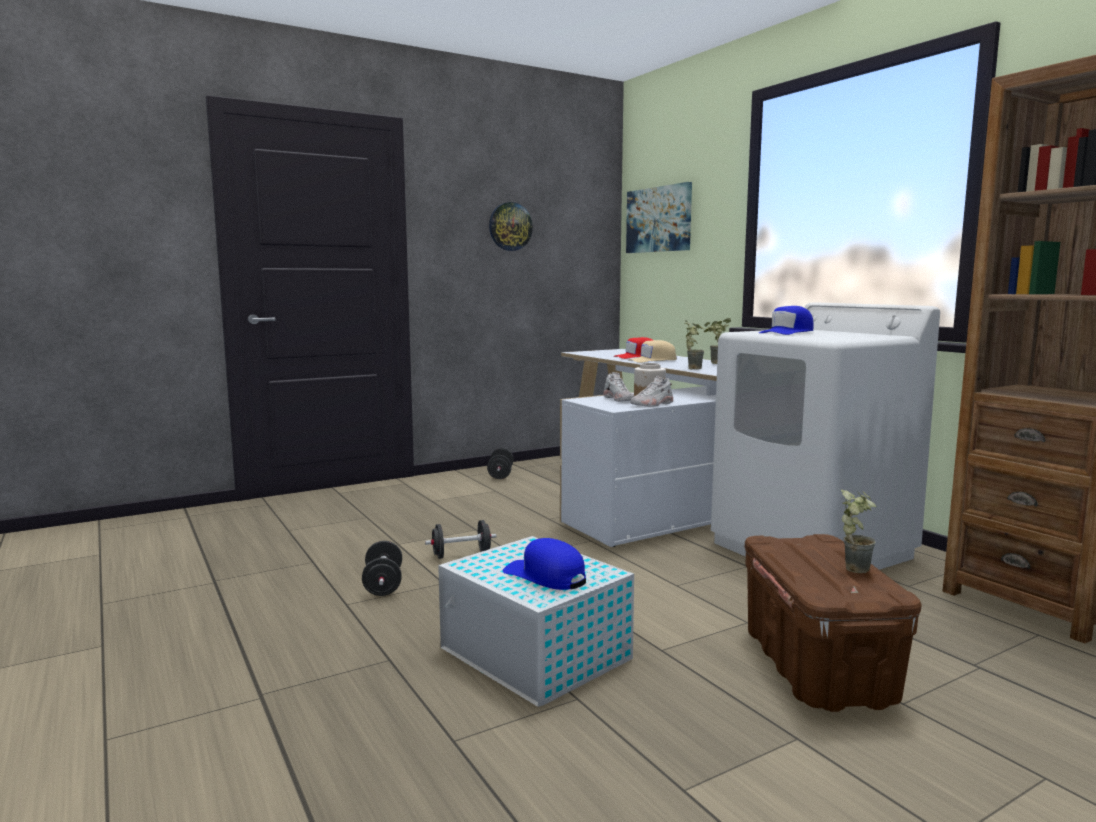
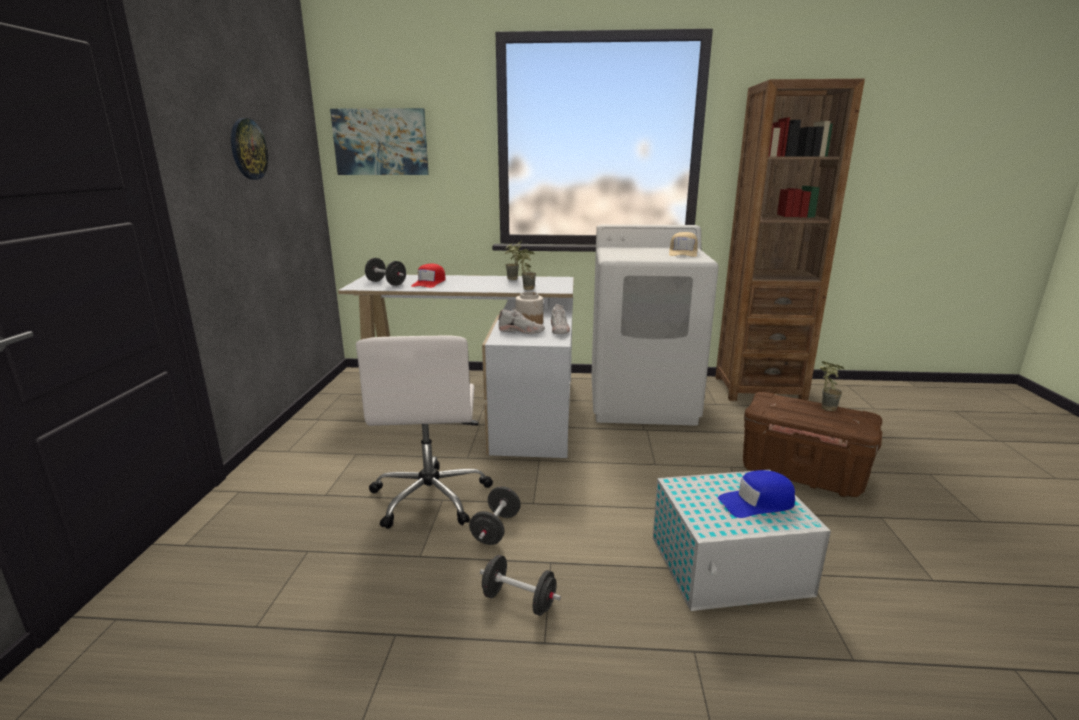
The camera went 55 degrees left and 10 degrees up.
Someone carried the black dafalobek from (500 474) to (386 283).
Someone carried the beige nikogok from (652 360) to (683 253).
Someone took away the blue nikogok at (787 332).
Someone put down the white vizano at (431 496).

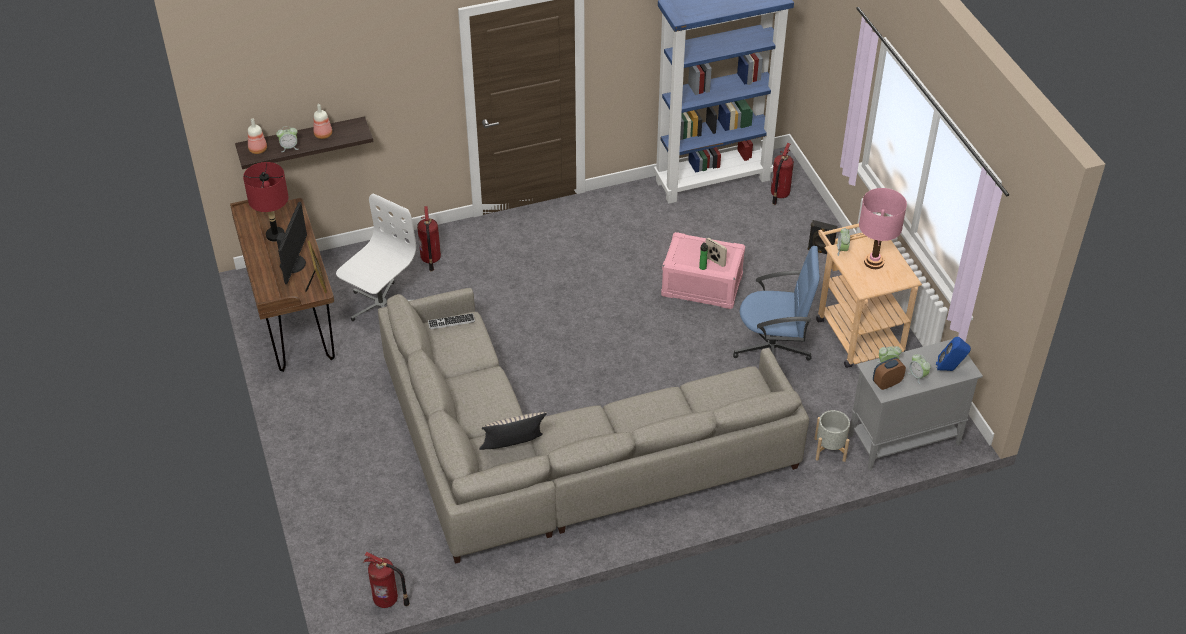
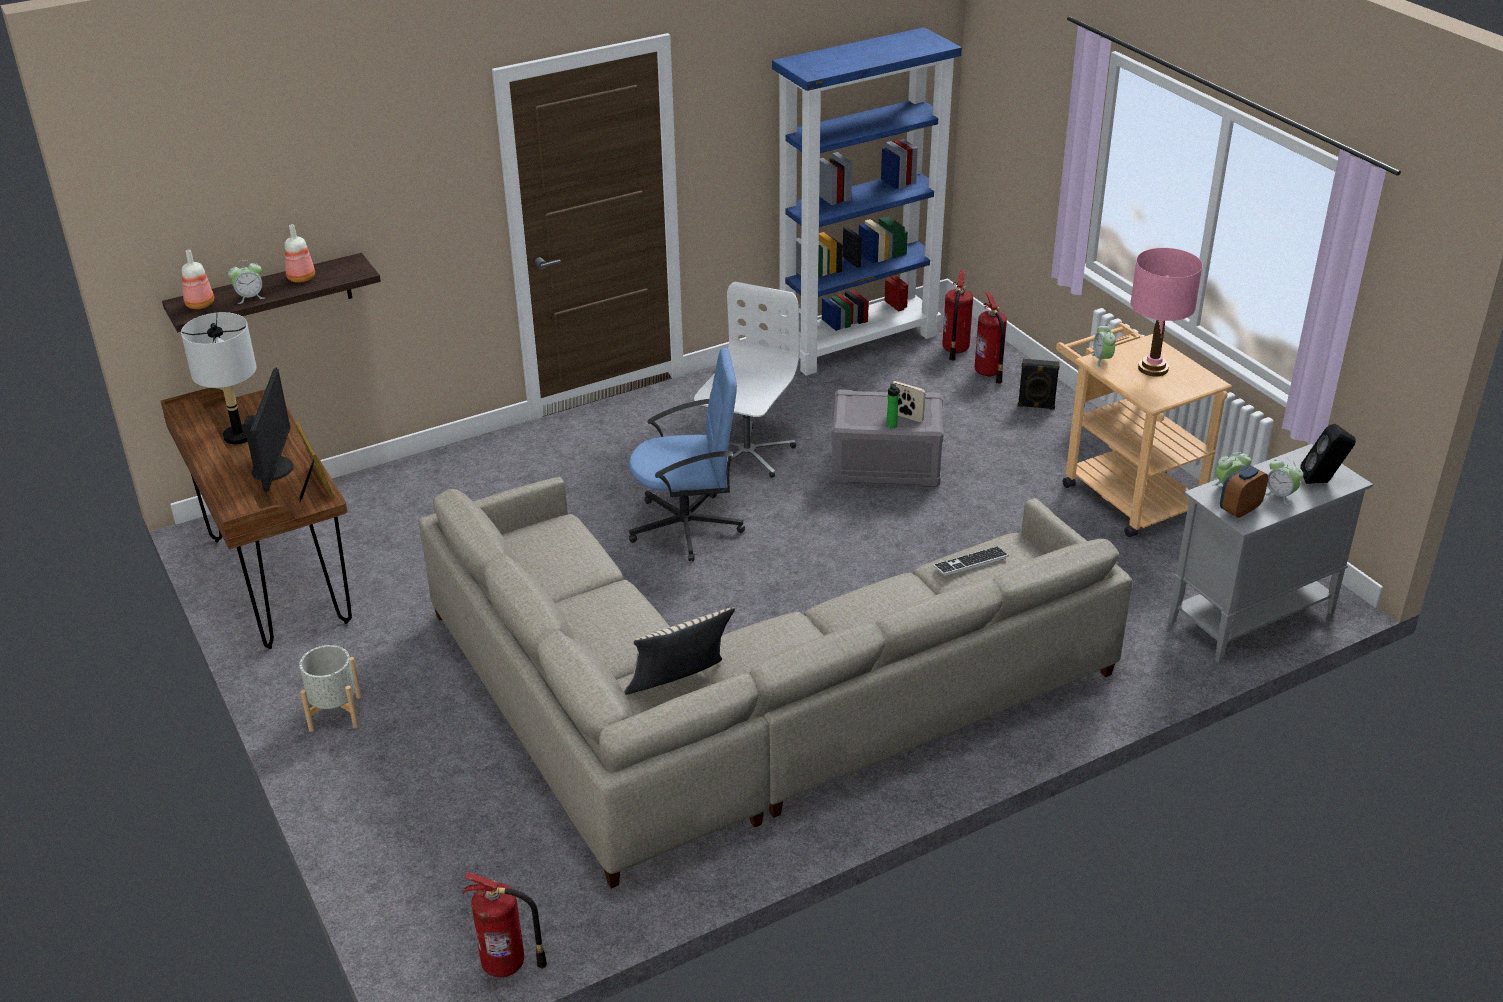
The camera went 10 degrees left and 10 degrees down.
Someone repainted the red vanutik at (275 235), which became the grey vanutik at (238 436).
Someone carried the white vizano from (380 305) to (746 454).
Someone carried the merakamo from (430 259) to (988 373).
Someone carried the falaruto from (451 322) to (970 562).
Someone repainted the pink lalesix at (701 286), which became the grey lalesix at (885 465).
Someone carried the blue vizano from (773 350) to (687 526).
Someone carried the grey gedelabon from (830 449) to (336 713).
Someone repainted the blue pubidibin at (950 369), which became the black pubidibin at (1322 482).

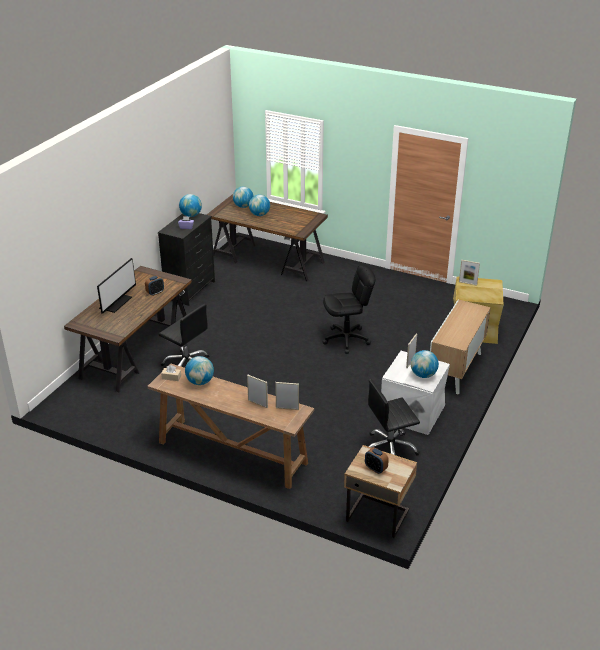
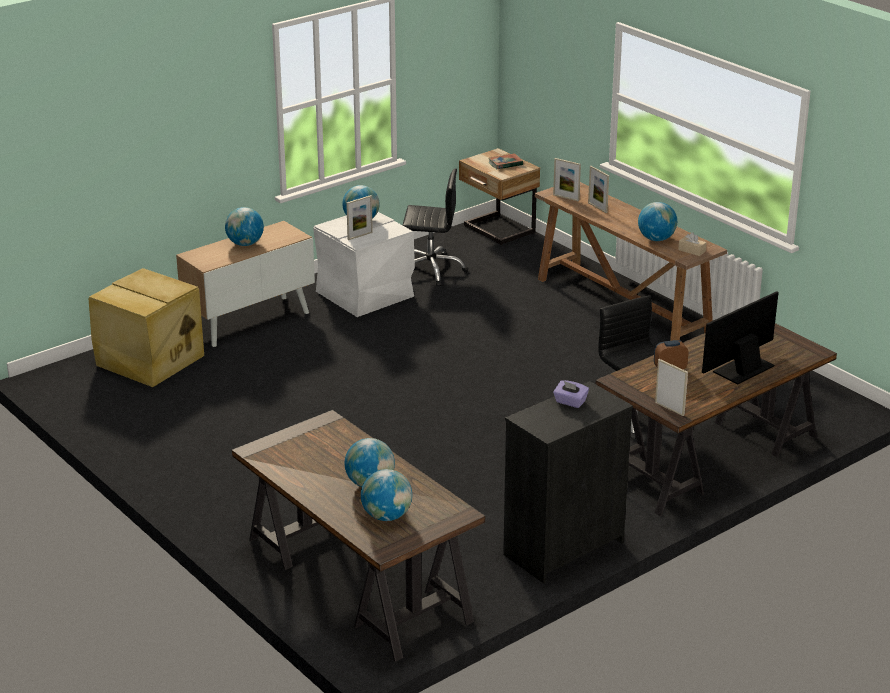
The camera went 155 degrees left and 5 degrees down.
Someone carried the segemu from (191 215) to (245 244).
Someone took away the black vizano at (346 340).
Someone swapped the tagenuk at (375 468) for the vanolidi at (505 164).
Someone carried the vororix from (467 283) to (669 409).

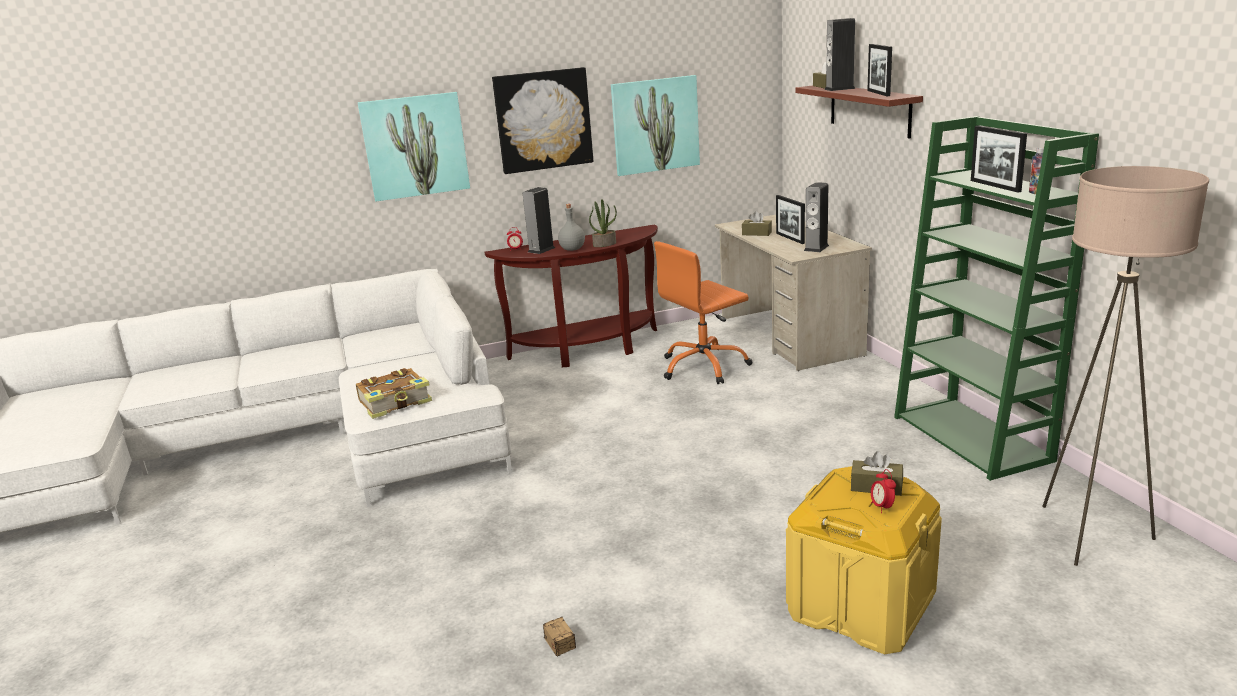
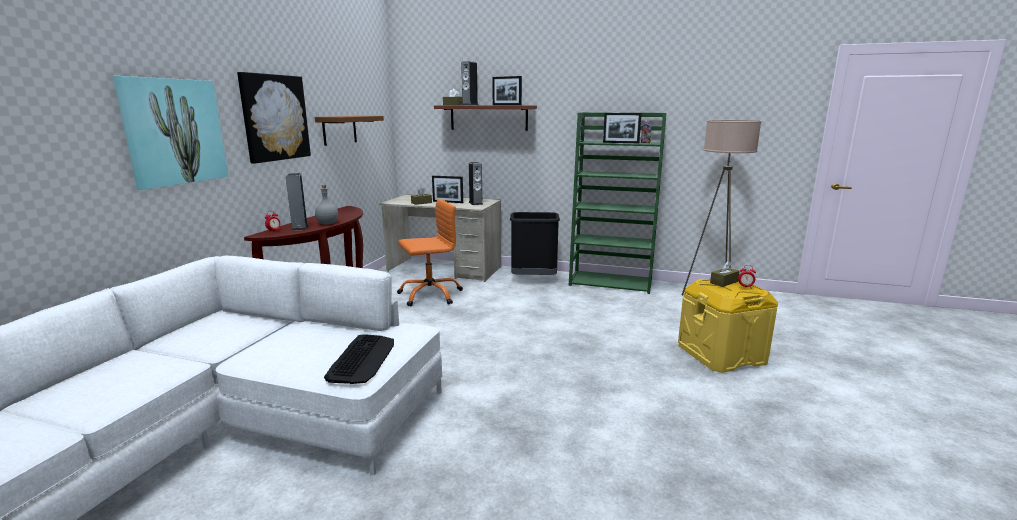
The camera went 55 degrees left and 5 degrees down.
Someone swapped the vanolidi at (396 402) for the falaruto at (362 359).
Someone took away the lalesix at (551 631).
Someone took away the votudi at (604 244).
Someone swapped the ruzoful at (655 125) for the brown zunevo at (339 130).
Someone rotated the orange vizano at (704 366) by 120 degrees counterclockwise.
Someone put down the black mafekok at (534 279).

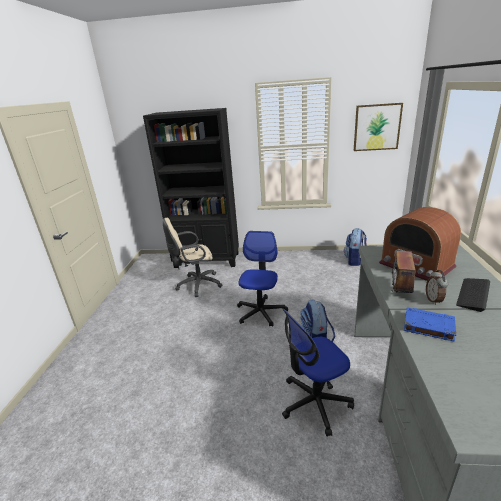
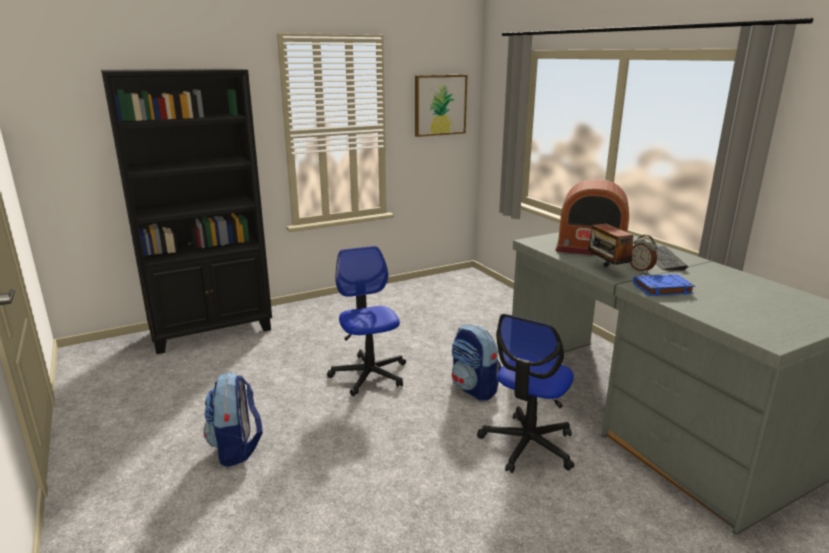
The camera went 35 degrees left and 5 degrees down.
Someone took away the beige vizano at (196 285).
Someone carried the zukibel from (355 261) to (236 448).

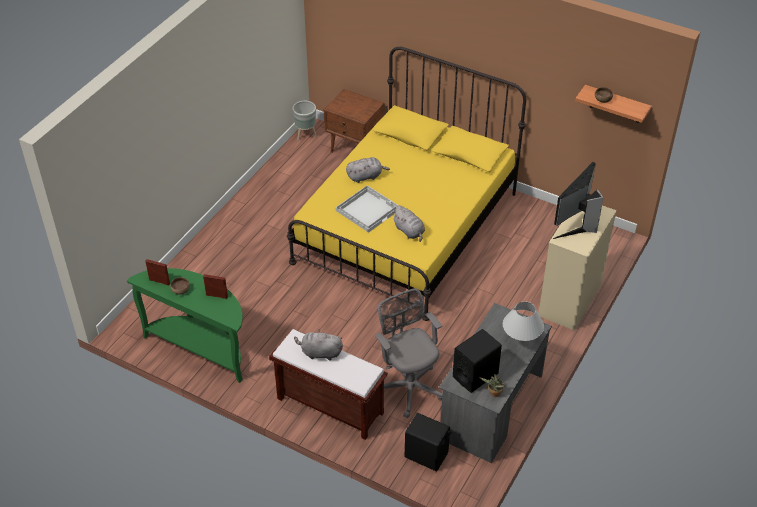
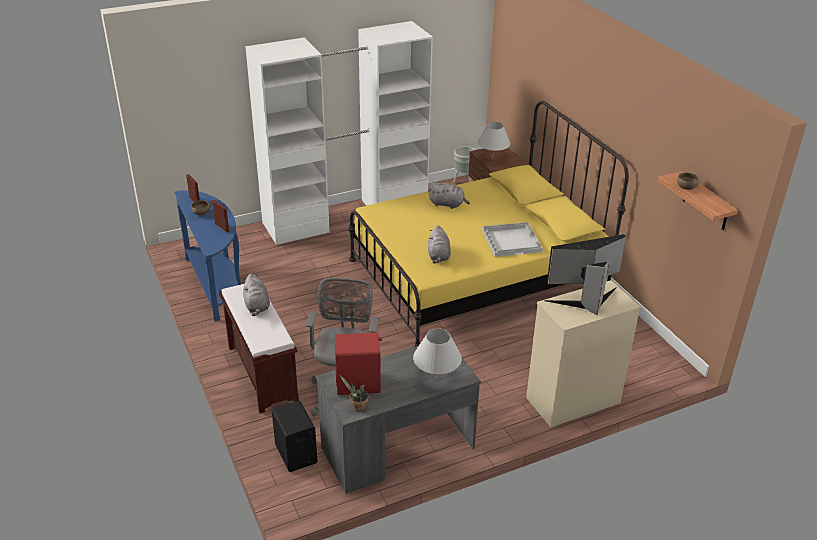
The camera went 35 degrees right and 10 degrees down.
Someone repainted the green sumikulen at (201 348), which became the blue sumikulen at (216 285).
Someone rotated the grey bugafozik at (320 353) by 150 degrees counterclockwise.
Someone carried the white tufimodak from (367 209) to (512 240).
Someone repainted the black pubidibin at (475 375), which became the red pubidibin at (358 384).
Someone put down the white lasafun at (346 215).
Someone put down the white vanutik at (492 158).

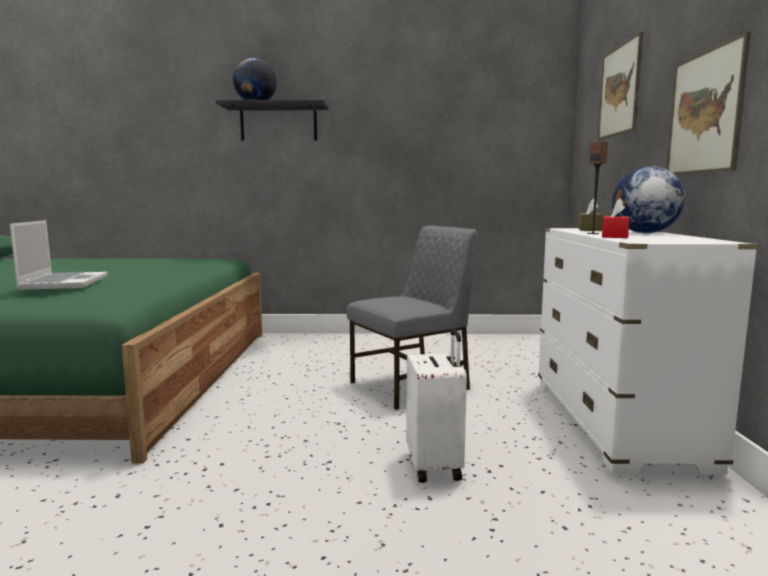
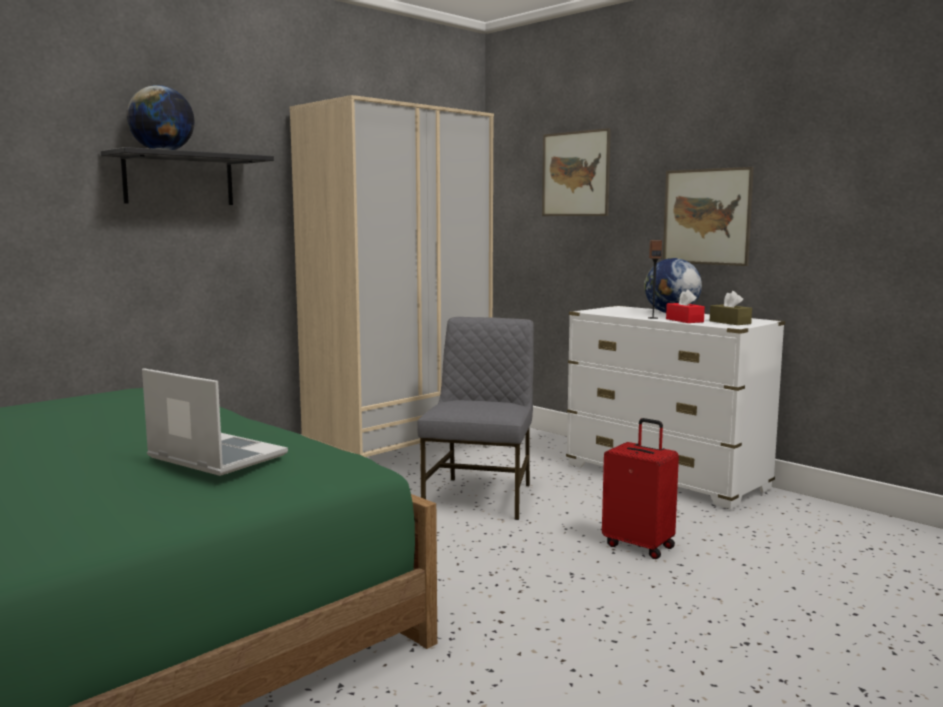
The camera went 45 degrees left and 0 degrees up.
Someone repainted the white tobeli at (435 466), which became the red tobeli at (639 545).
Someone carried the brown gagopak from (589 229) to (730 322).
Someone put down the beige lasafun at (400 453).

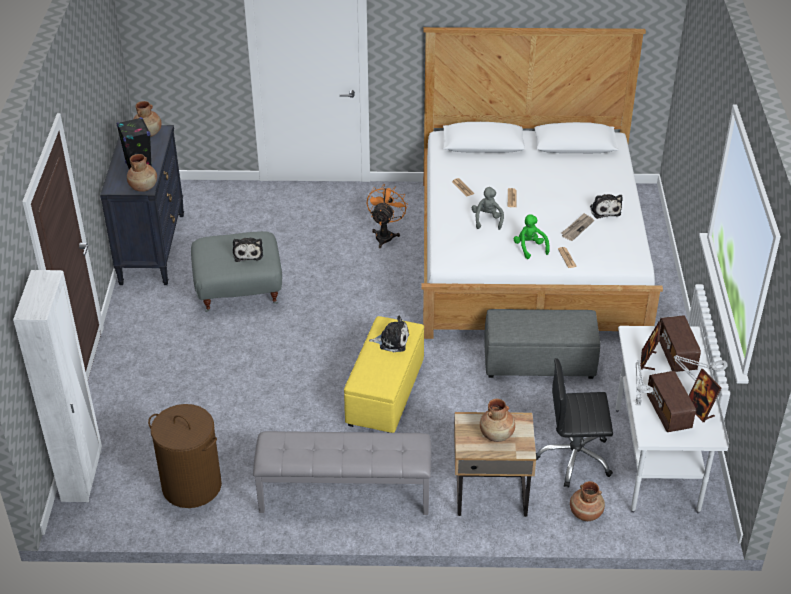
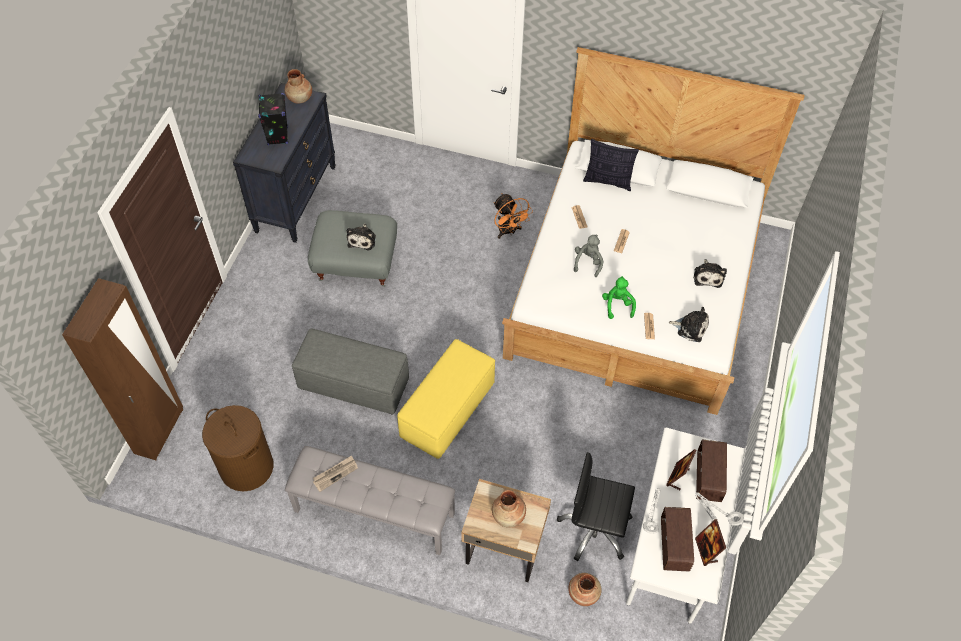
The camera went 15 degrees right and 15 degrees up.
Someone repainted the white lasafun at (82 476), which became the brown lasafun at (159 431).
Someone took away the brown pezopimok at (143 187).
Someone rotated the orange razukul at (385 235) by 120 degrees clockwise.
Someone carried the bugafozik from (392 341) to (690 327).
Someone carried the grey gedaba from (540 362) to (354 384).
Someone carried the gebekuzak from (577 228) to (335 473).
Someone put down the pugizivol at (608 181).

